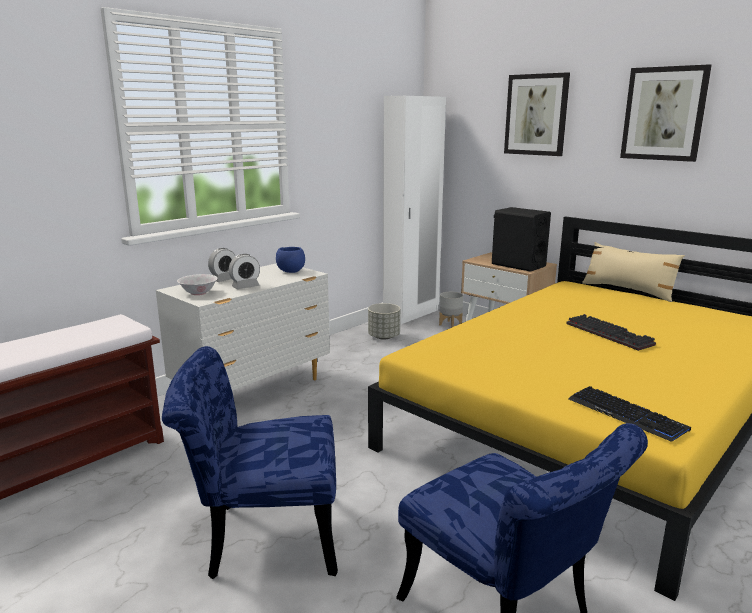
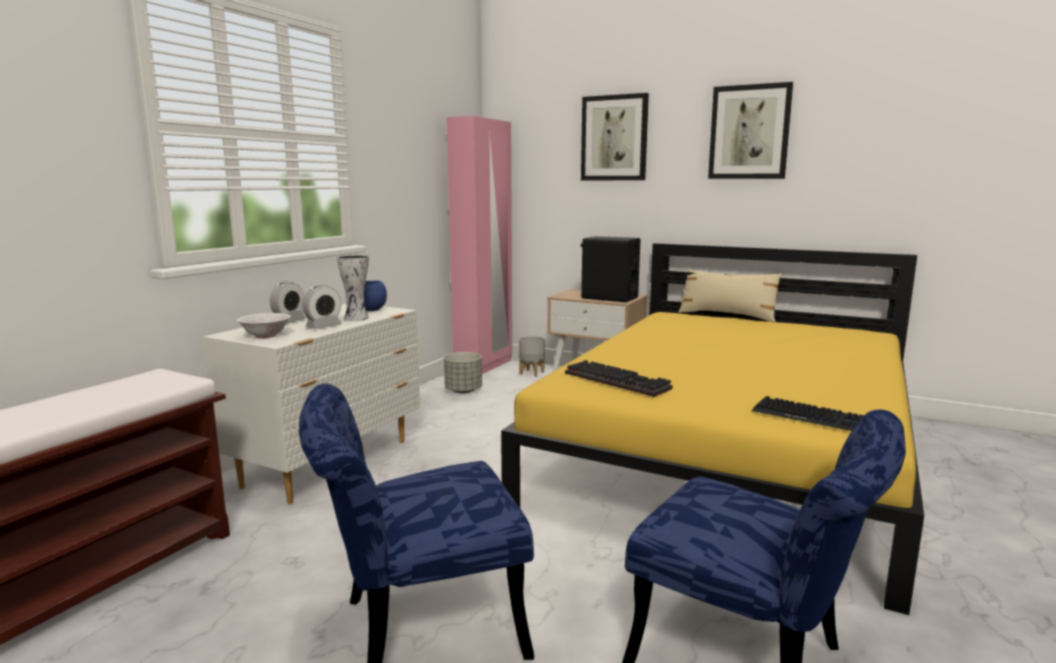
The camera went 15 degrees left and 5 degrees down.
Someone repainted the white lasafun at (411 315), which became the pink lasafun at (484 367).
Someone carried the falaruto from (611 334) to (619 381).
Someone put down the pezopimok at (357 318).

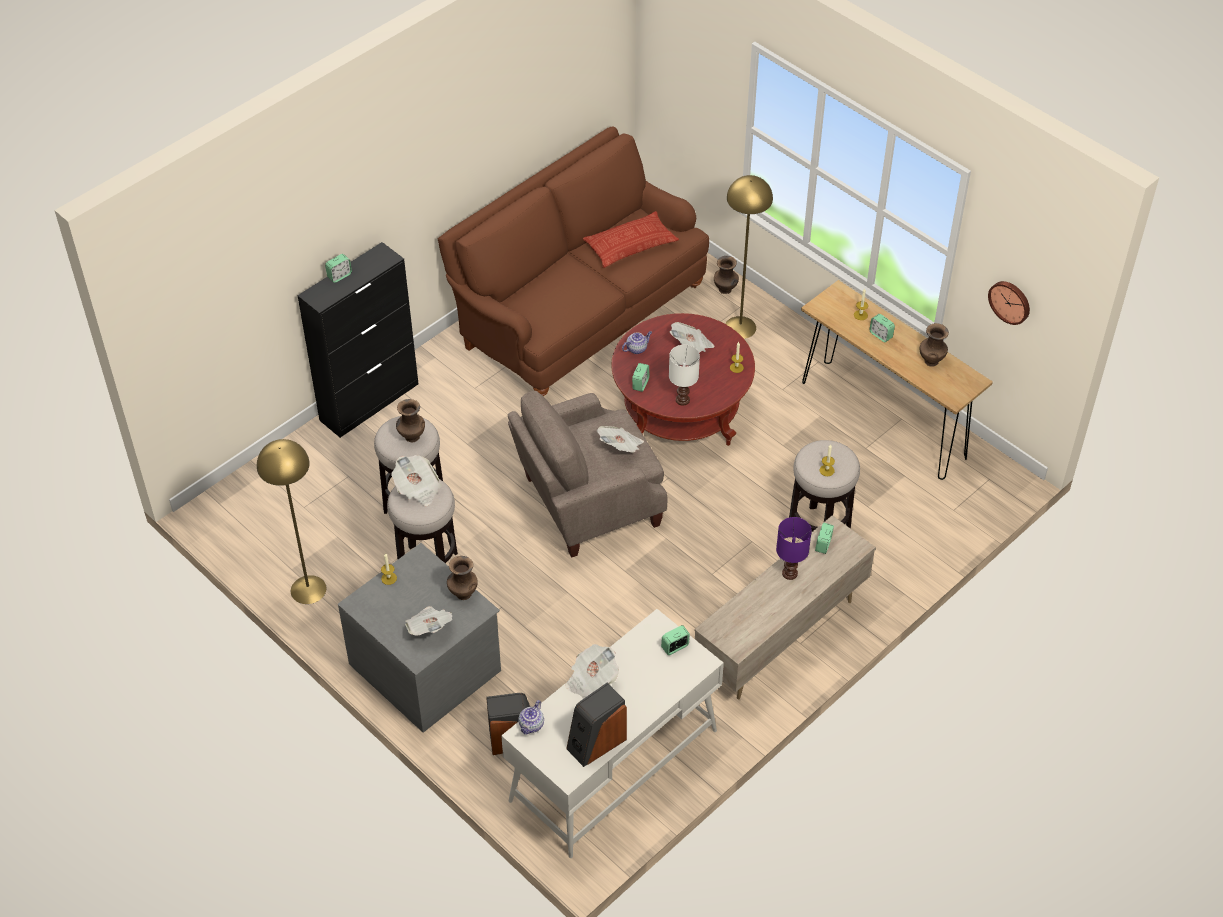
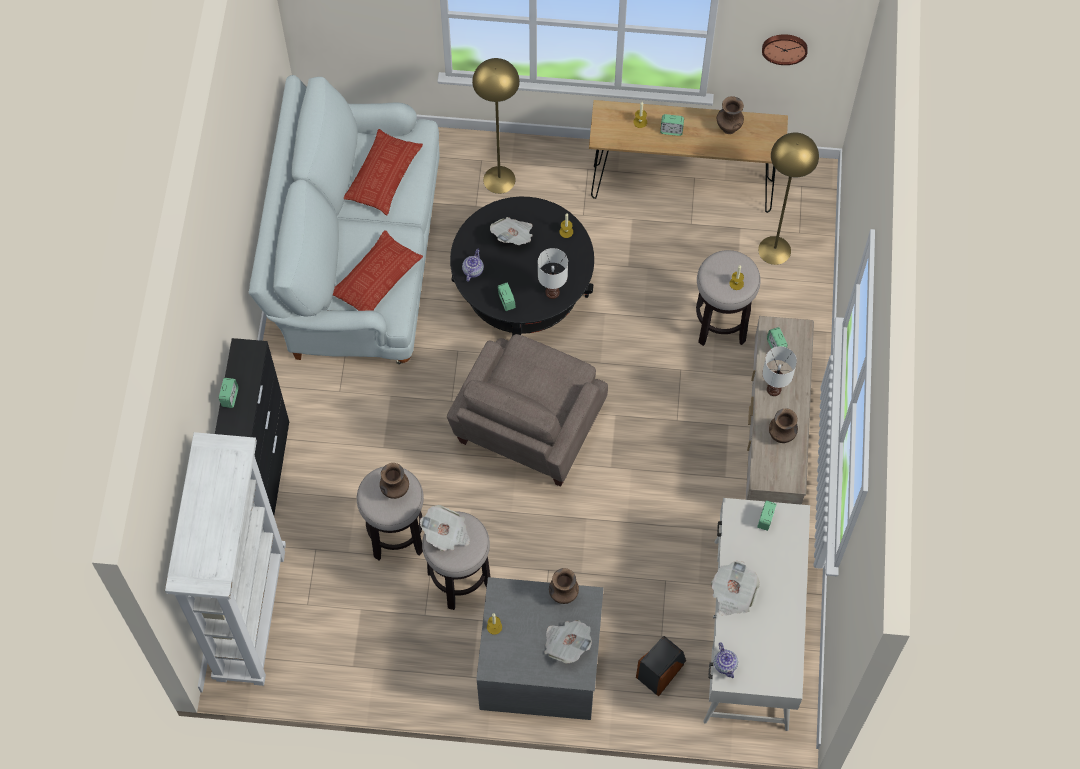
The camera went 40 degrees left and 15 degrees up.
Someone carried the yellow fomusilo from (308 589) to (774 250).
Someone repainted the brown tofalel at (577 312), which became the white tofalel at (355 258).
Someone took away the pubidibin at (596 742).
Someone took away the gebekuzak at (621 447).
Someone repainted the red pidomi at (681 409), which became the black pidomi at (522 290).
Someone carried the brown pezopimok from (725 290) to (781 436).
Someone repainted the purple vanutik at (789 574), which became the white vanutik at (774 390).
Someone put down the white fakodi at (250 614).
Someone put down the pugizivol at (376 278).

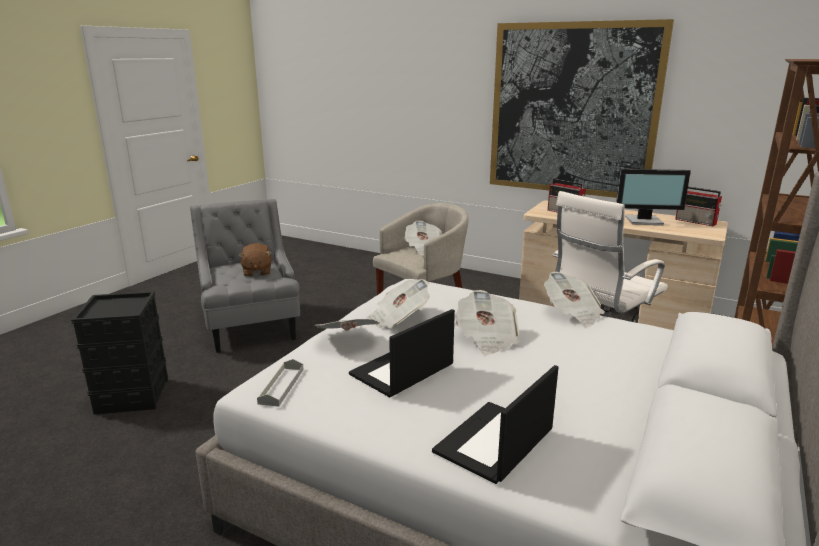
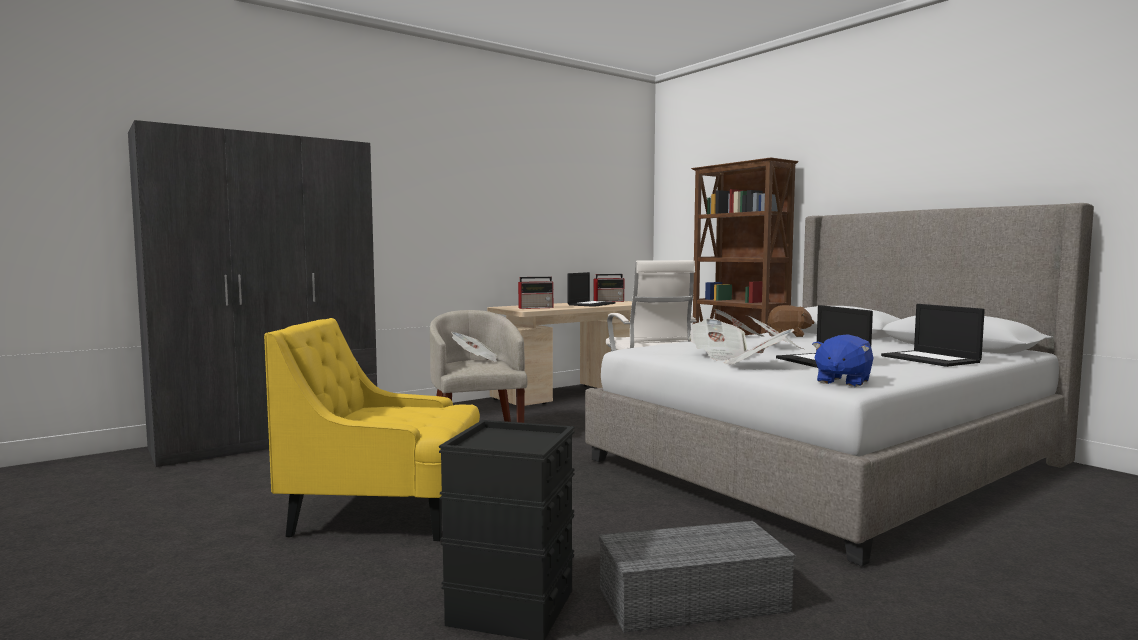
The camera went 65 degrees left and 15 degrees down.
Someone repainted the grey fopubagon at (251 327), which became the yellow fopubagon at (386 514).
Someone carried the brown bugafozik from (256 272) to (788 335).
Someone swapped the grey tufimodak at (281 386) for the blue bugafozik at (842 381).
Someone took away the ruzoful at (573 110).
Someone swapped the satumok at (644 221) for the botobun at (591 304).
Someone put down the grey lasafun at (268 439).
Someone put down the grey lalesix at (690 601).

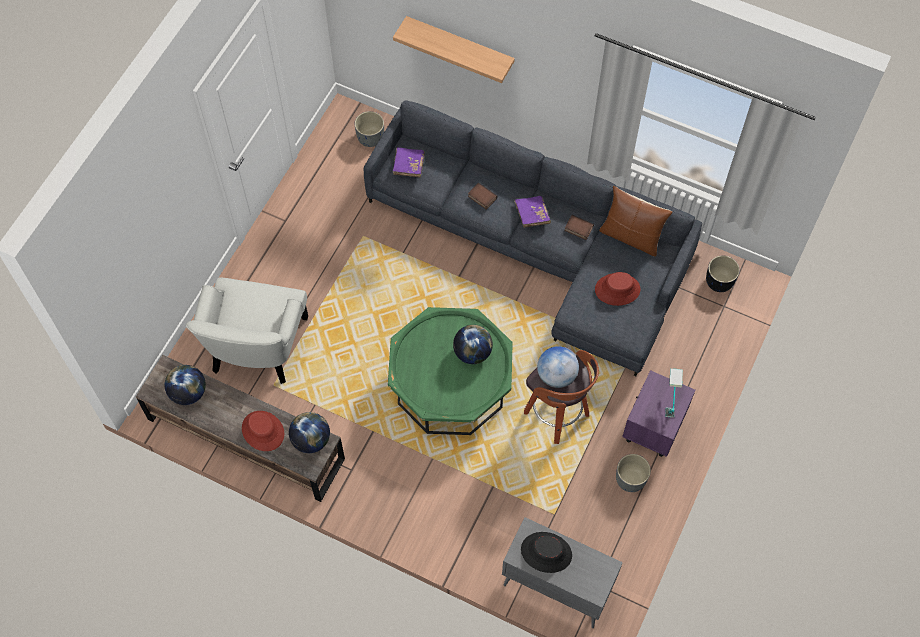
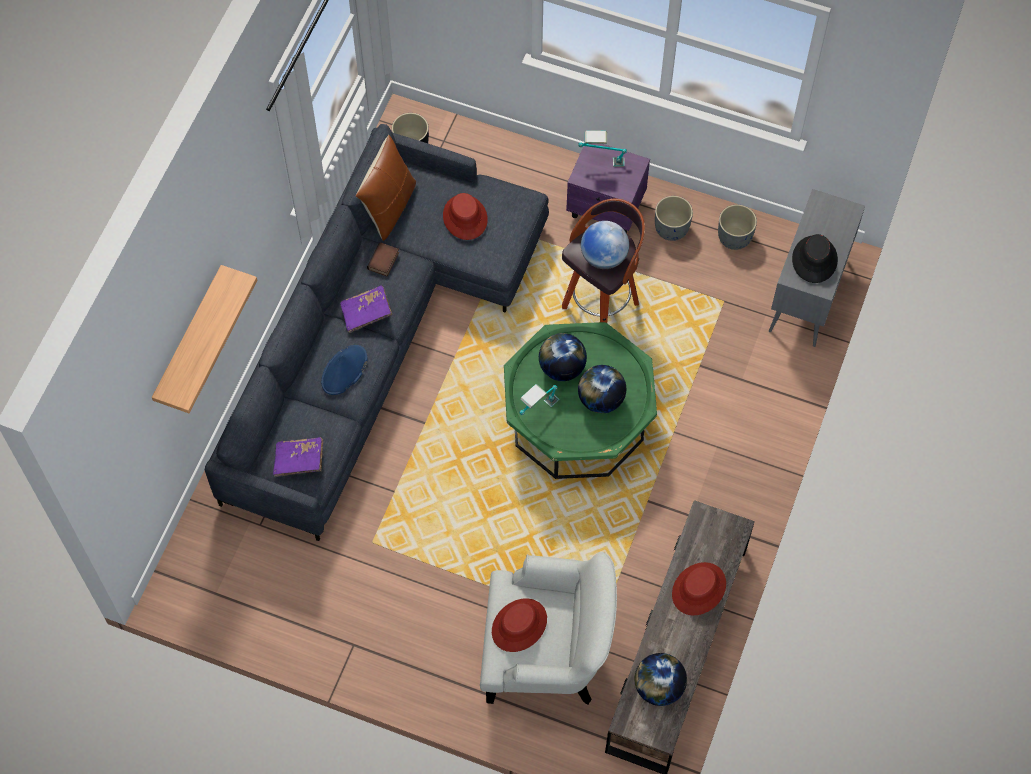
The camera went 95 degrees left and 0 degrees up.
Someone carried the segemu from (311 440) to (601 399).
Someone carried the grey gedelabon from (371 138) to (734 237).
Someone swapped the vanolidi at (481 197) for the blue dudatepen at (344 370).
Someone put down the red dudatepen at (519 625).
Someone put down the vanutik at (538 411).

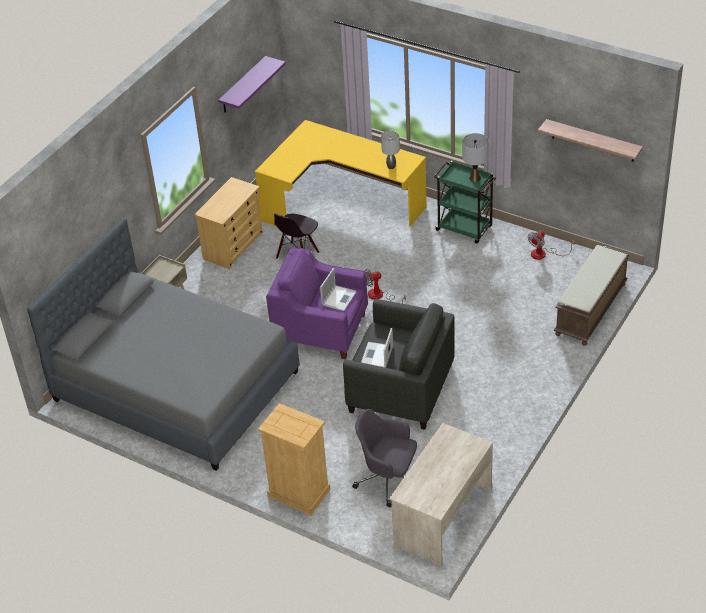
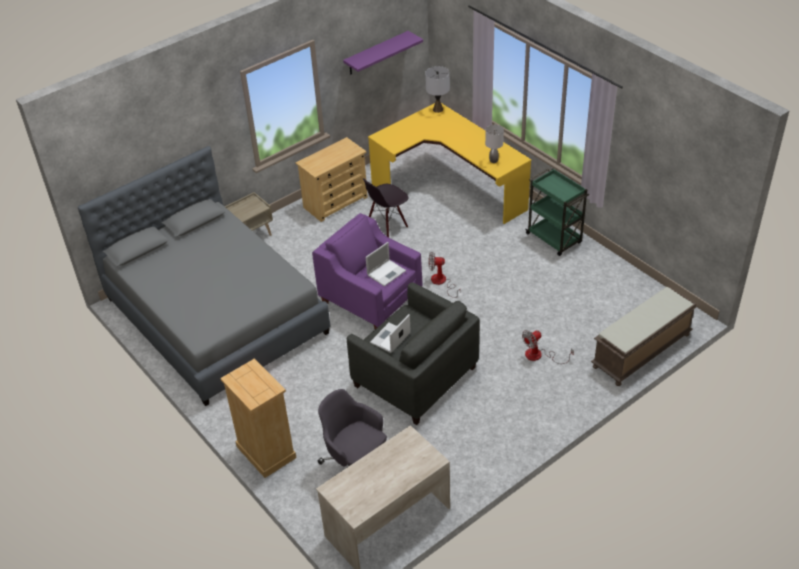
The camera went 20 degrees right and 0 degrees up.
Someone carried the grey vanutik from (474 178) to (437 109).
Someone carried the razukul from (544 254) to (539 356).
Someone took away the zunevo at (593 141).

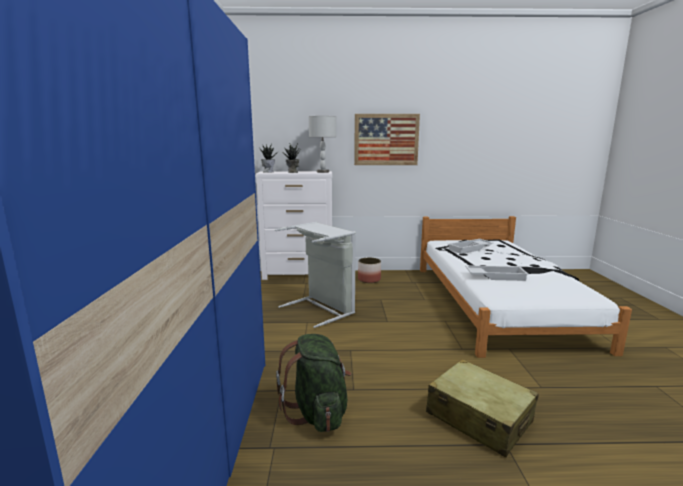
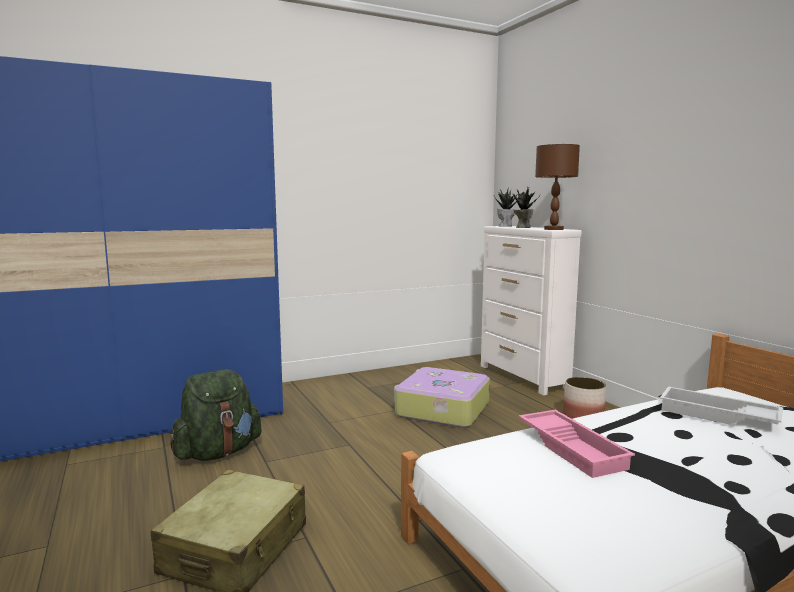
The camera went 65 degrees right and 5 degrees down.
Someone swapped the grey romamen at (322 308) for the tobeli at (441 409).
Someone repainted the grey vanutik at (323 172), which became the brown vanutik at (554 229).
Someone took away the ruzoful at (386 139).
Someone repainted the white tufimodak at (495 276), which became the pink tufimodak at (573 448).

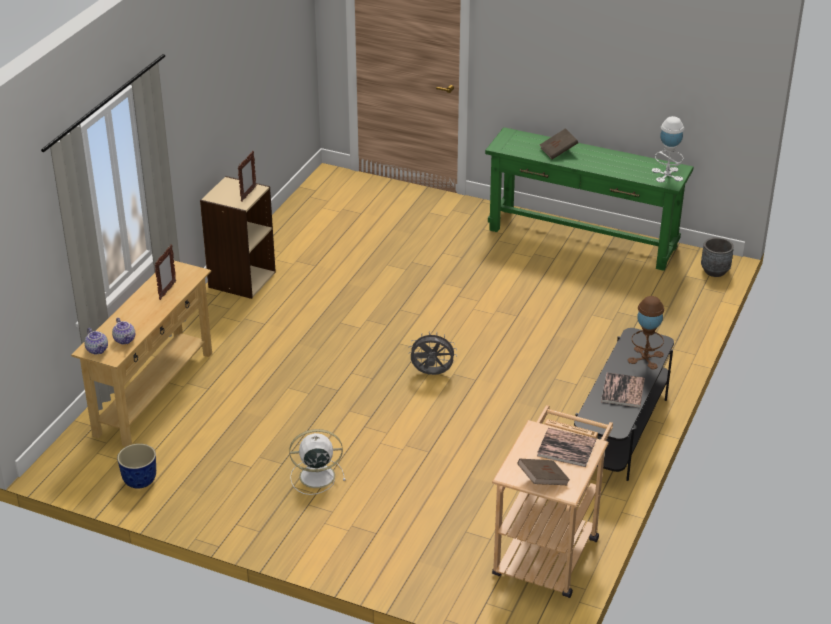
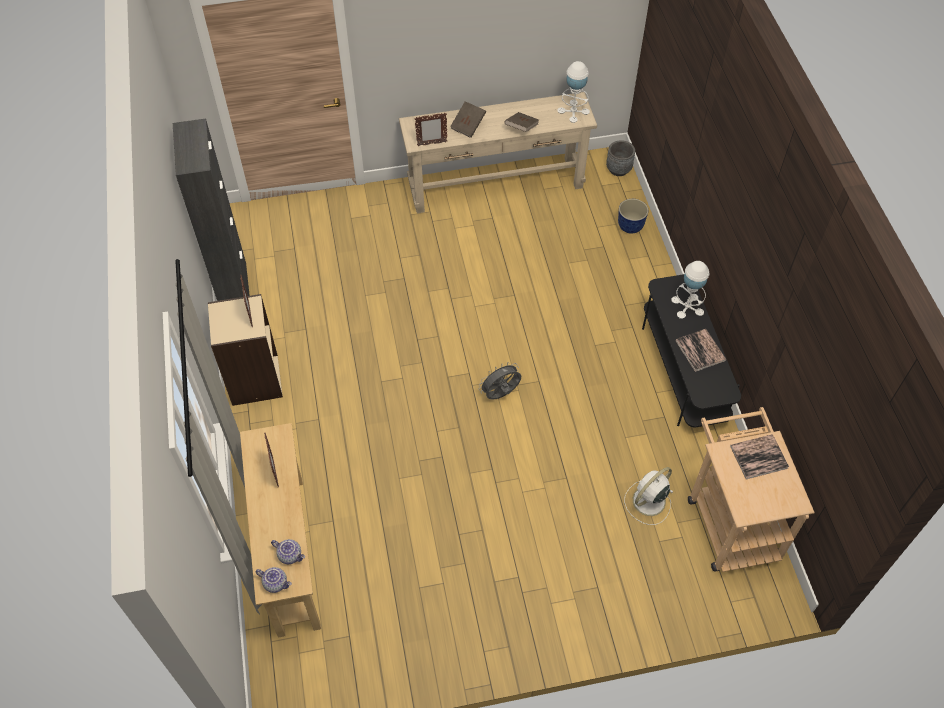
The camera went 35 degrees left and 20 degrees up.
Someone carried the gedelabon from (140 481) to (630 226).
Someone carried the white razukul from (315 476) to (647 502).
Someone repainted the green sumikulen at (582 238), which became the beige sumikulen at (496 185).
Someone carried the brown vanolidi from (542 480) to (521 128).
Someone repainted the brown vanutik at (645 357), which became the white vanutik at (687 306).
Someone put down the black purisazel at (234 289).
Someone put down the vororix at (431 144).

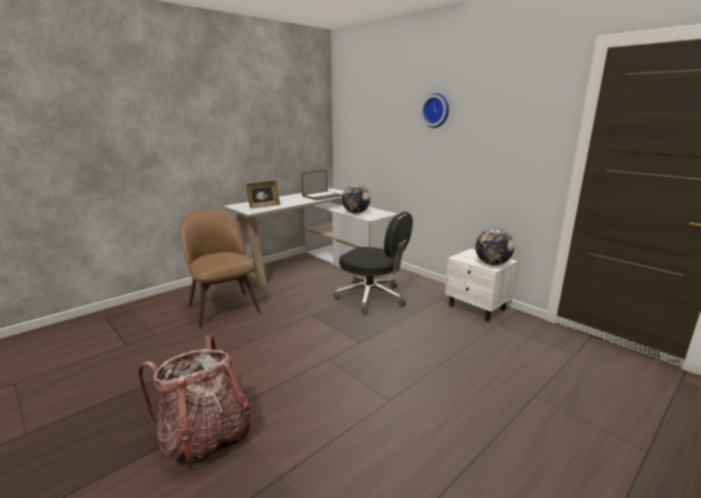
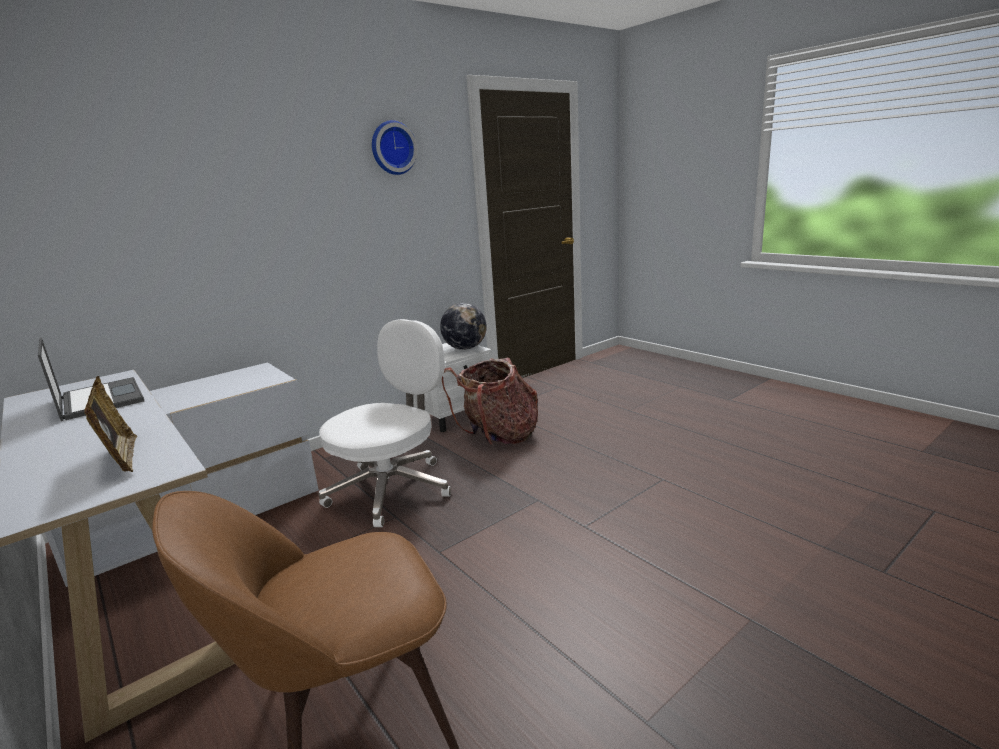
The camera went 85 degrees left and 0 degrees up.
Someone carried the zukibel from (205 438) to (498 436).
Someone repainted the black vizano at (372 297), which became the white vizano at (392 489).
Someone took away the segemu at (356 213).
Someone carried the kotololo from (436 110) to (392 148).

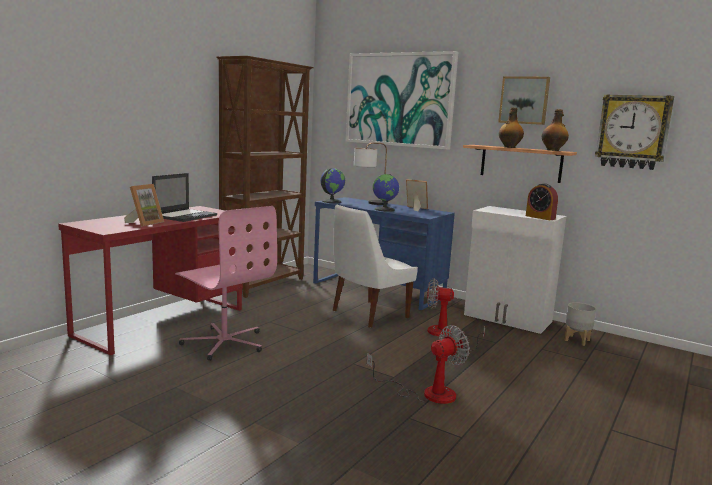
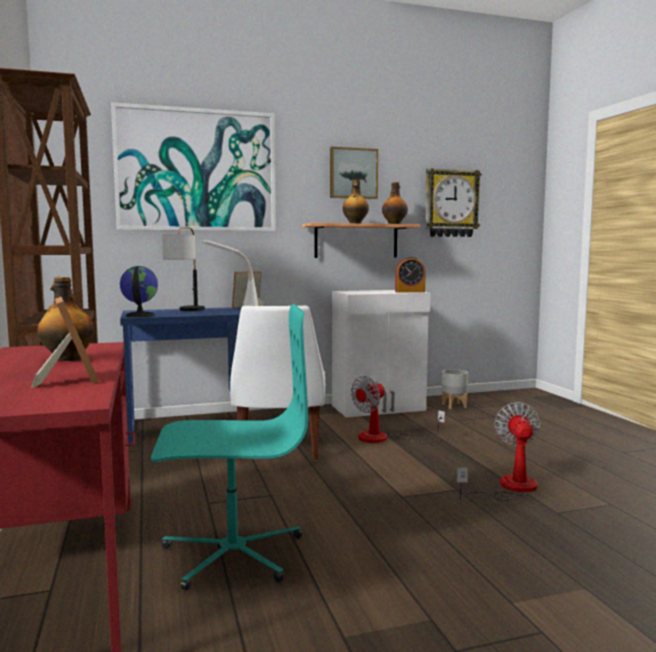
The camera went 50 degrees left and 5 degrees down.
Someone swapped the botobun at (185 216) for the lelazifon at (67 359).
Someone repainted the pink vizano at (224 343), which became the turquoise vizano at (232 552).
Someone swapped the segemu at (385 209) for the white vanutik at (232 312).

